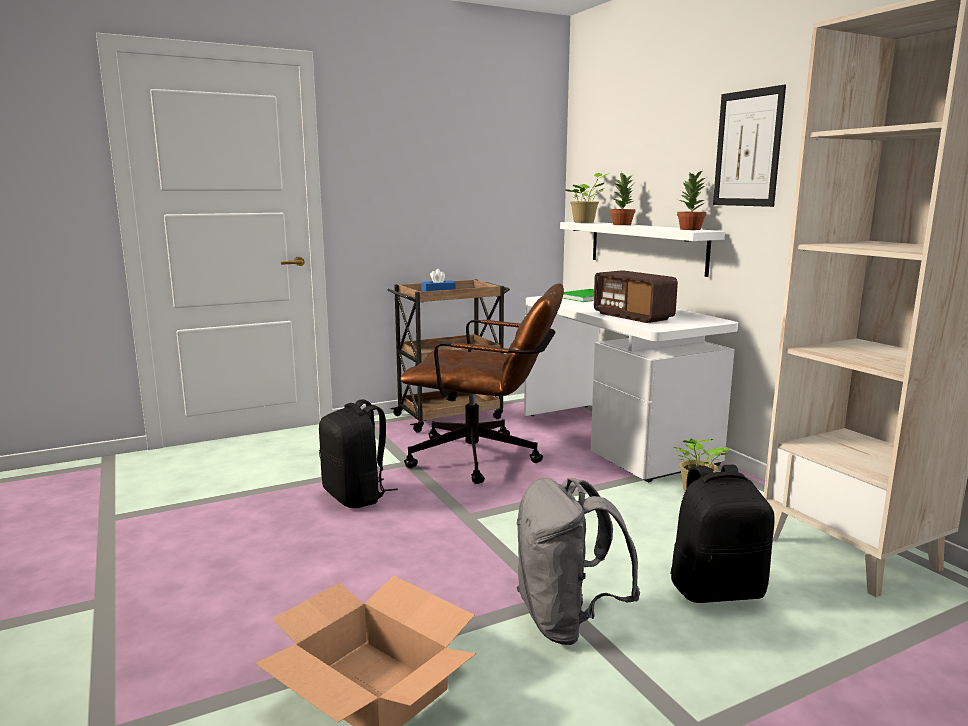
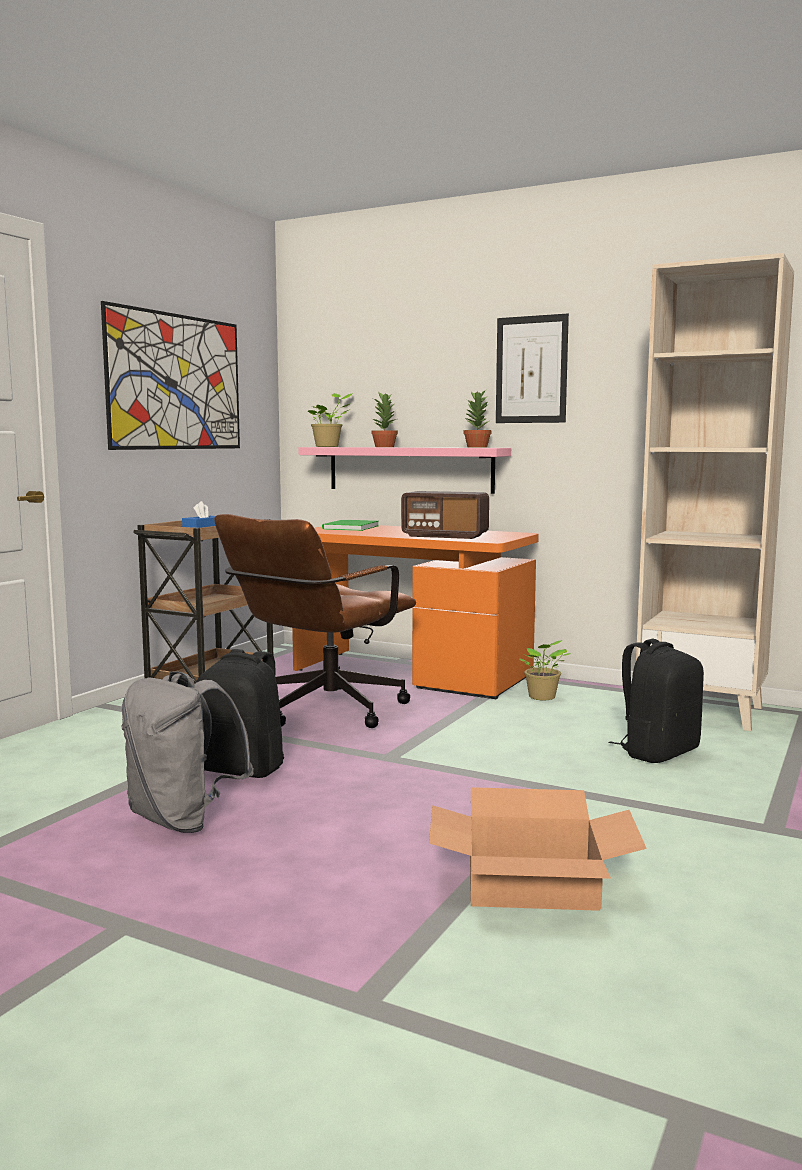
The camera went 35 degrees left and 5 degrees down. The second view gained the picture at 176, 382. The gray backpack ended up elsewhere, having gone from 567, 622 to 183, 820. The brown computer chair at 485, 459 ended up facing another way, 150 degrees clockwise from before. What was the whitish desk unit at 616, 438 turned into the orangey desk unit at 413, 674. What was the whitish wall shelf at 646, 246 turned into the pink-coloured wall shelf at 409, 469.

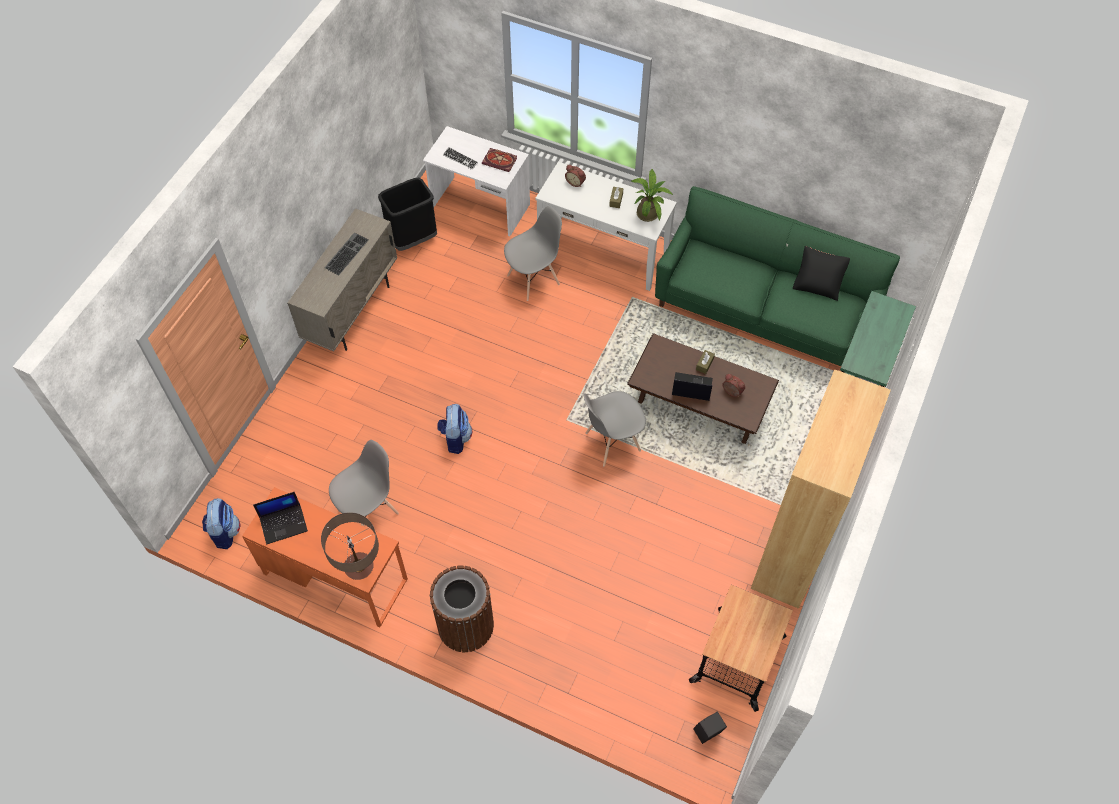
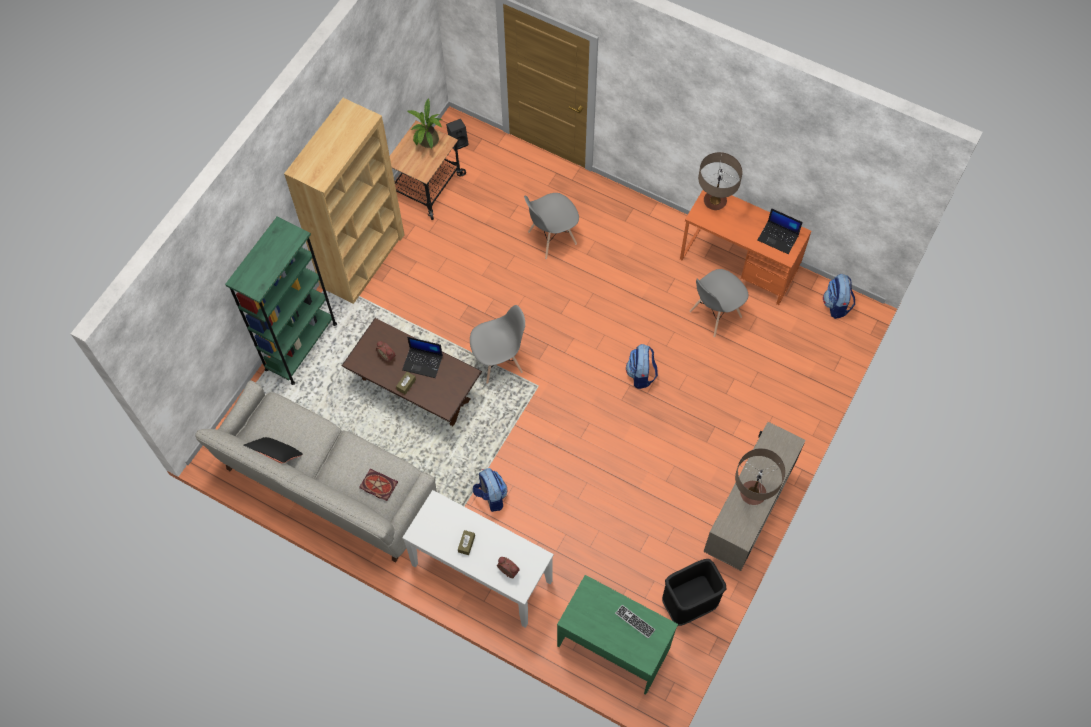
The camera went 175 degrees left and 5 degrees up. What was the green-coloured sofa at 764, 312 turned into the gray sofa at 328, 486. The volume ended up elsewhere, having gone from 500, 161 to 377, 485. The potted plant ended up elsewhere, having gone from 648, 212 to 427, 142. The second view gained the backpack at 491, 496. The gray upright chair ended up elsewhere, having gone from 534, 279 to 552, 238. What was the whitish desk unit at 480, 207 turned into the green-coloured desk unit at 613, 646. Where the PC keyboard stood at 346, 253, the table lamp came to stand at 752, 494. The notebook computer at 284, 523 ended up facing another way, 135 degrees counterclockwise from before. The second view lost the brown waste bin at 465, 625.

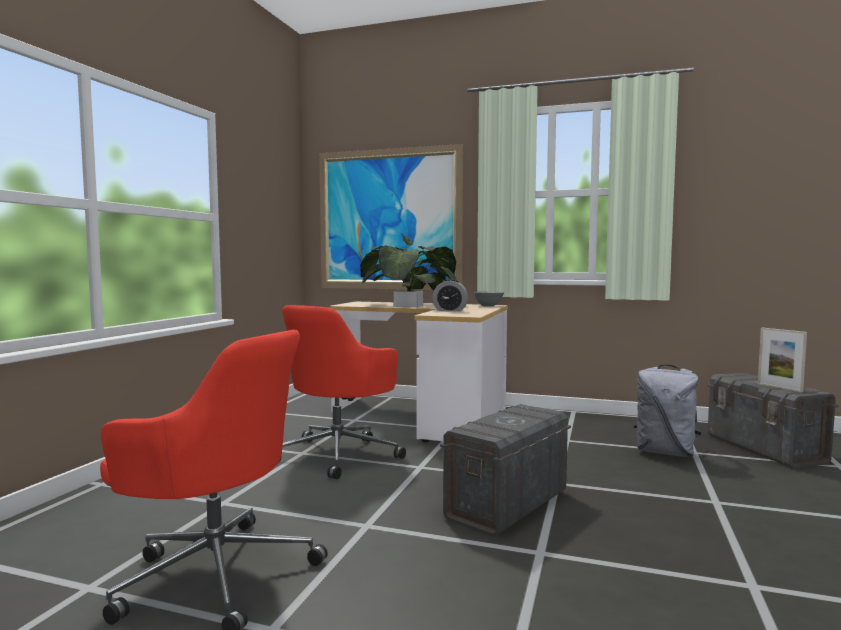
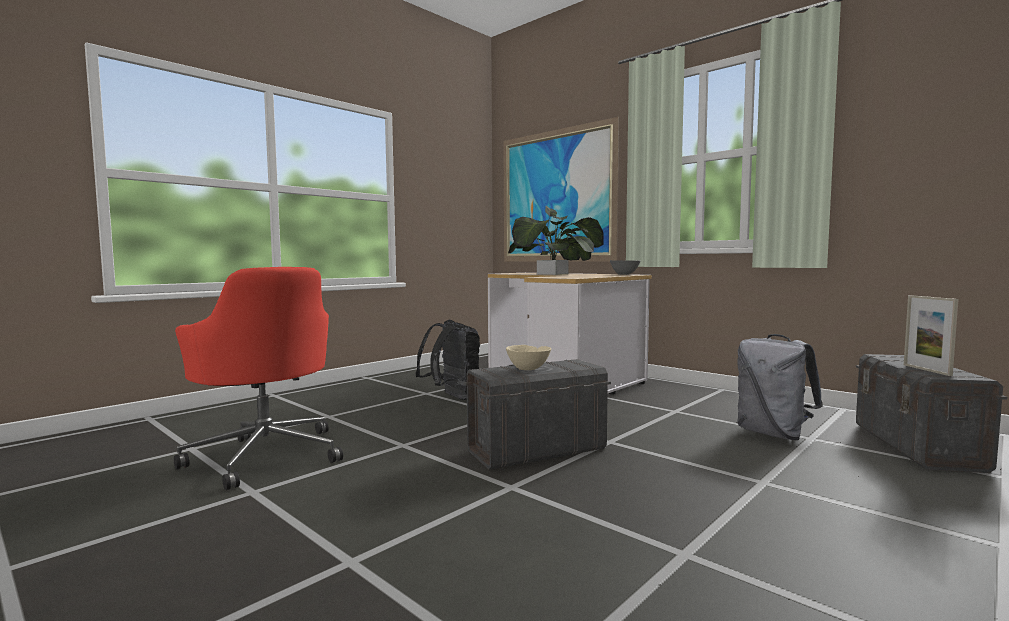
The camera went 25 degrees right and 0 degrees up. Where the reddish computer chair stood at 339, 454, the blackish backpack came to stand at 452, 397. The second view gained the beige-coloured bowl at 528, 369. The second view lost the table clock at 450, 310.

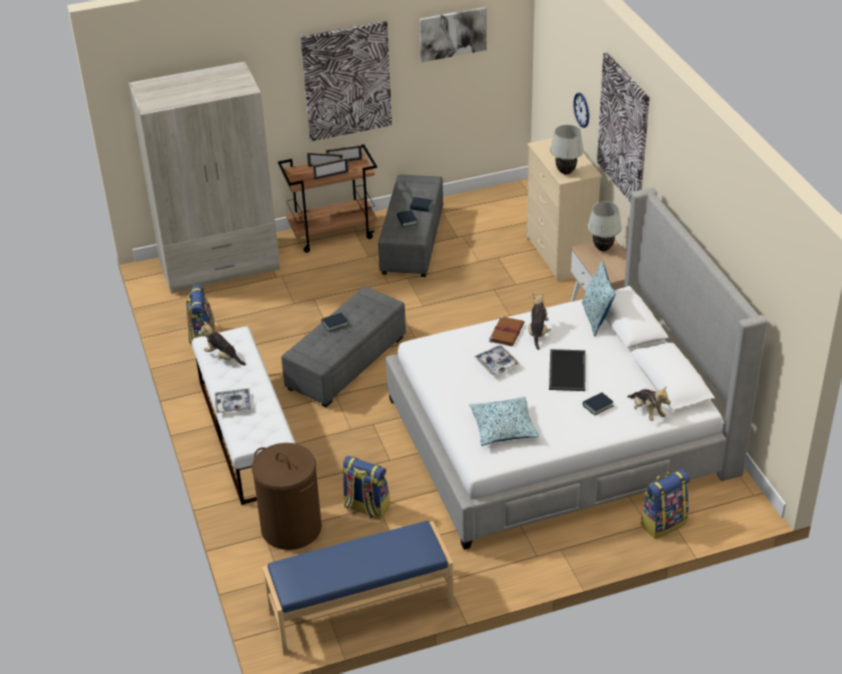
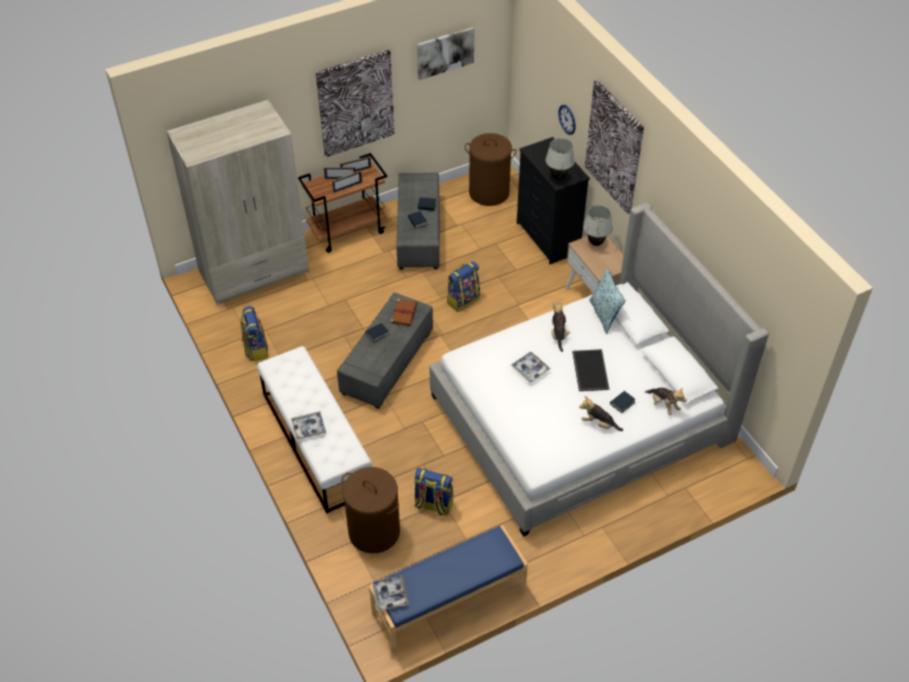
The camera went 10 degrees left and 10 degrees up. The second view gained the carrying tray at 390, 595. The brown volume ended up elsewhere, having gone from 506, 332 to 404, 313. The backpack ended up elsewhere, having gone from 663, 523 to 463, 300. The second view gained the brown laundry basket at 489, 192. What was the beige-coloured chest of drawers at 559, 256 turned into the blackish chest of drawers at 547, 238. The plush toy ended up elsewhere, having gone from 223, 357 to 599, 424. The second view lost the throw pillow at 503, 428.

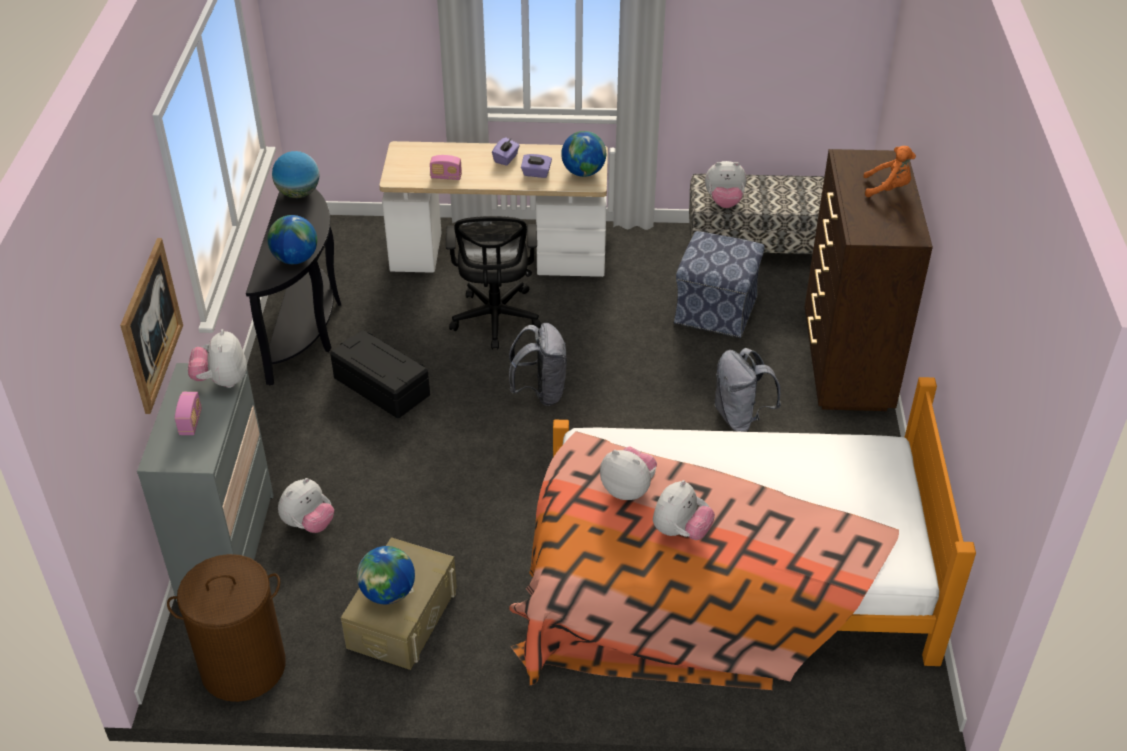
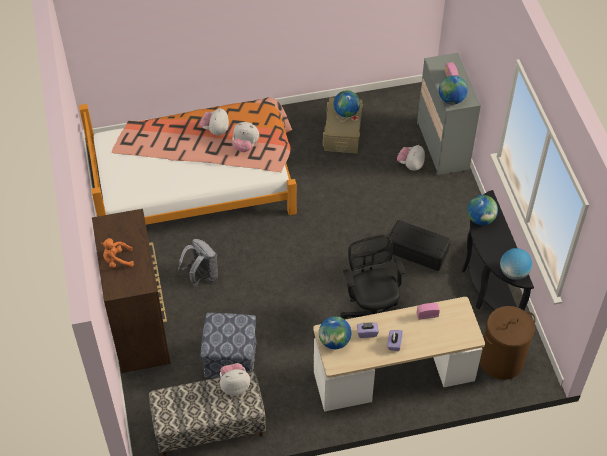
The camera went 165 degrees right and 10 degrees up. Where the plush toy stood at 222, 381, the world globe came to stand at 451, 100. The brown laundry basket ended up elsewhere, having gone from 243, 666 to 501, 361. The second view lost the picture at 151, 325. The second view lost the gray backpack at 540, 392.

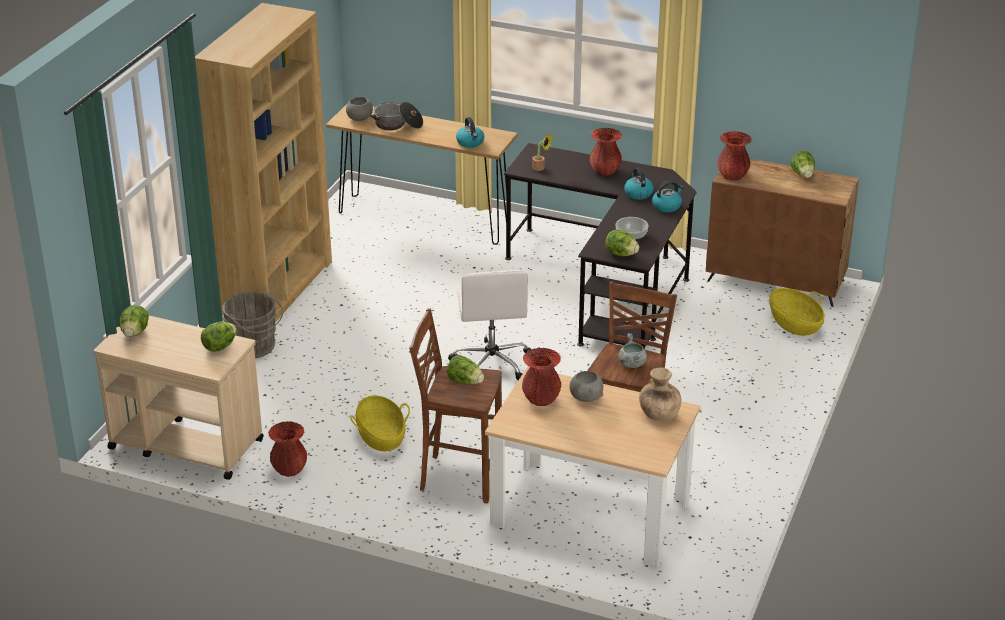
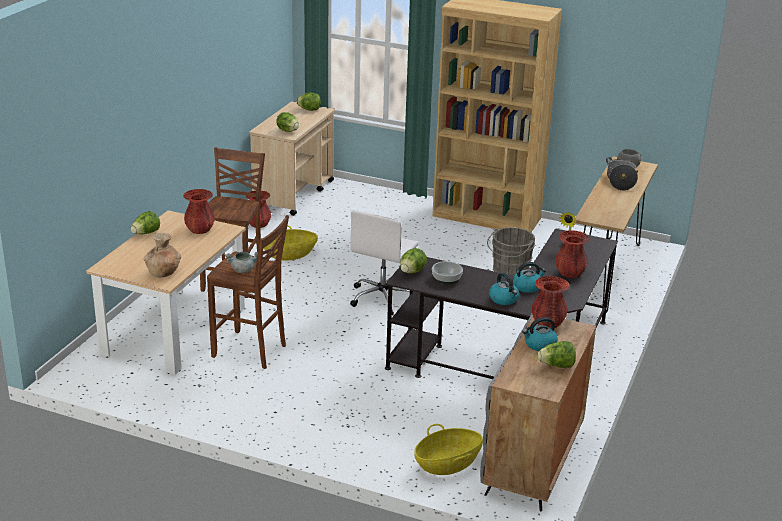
The camera went 90 degrees right and 5 degrees down. The head of lettuce ended up elsewhere, having gone from 465, 382 to 146, 233. The whitish computer chair at 492, 362 ended up facing another way, 60 degrees counterclockwise from before. What was the brown storage cabinet at 776, 280 turned into the gray storage cabinet at 533, 461. The gray pail ended up elsewhere, having gone from 255, 347 to 509, 272. The tea kettle ended up elsewhere, having gone from 470, 142 to 539, 344. The second view lost the gray bowl at 586, 397.

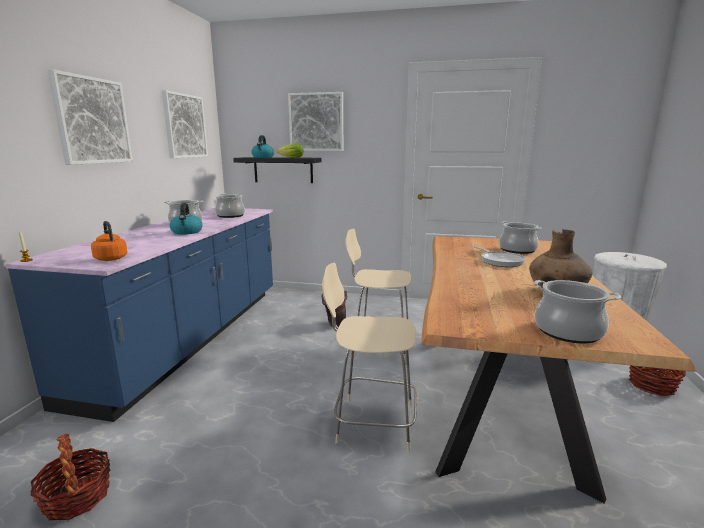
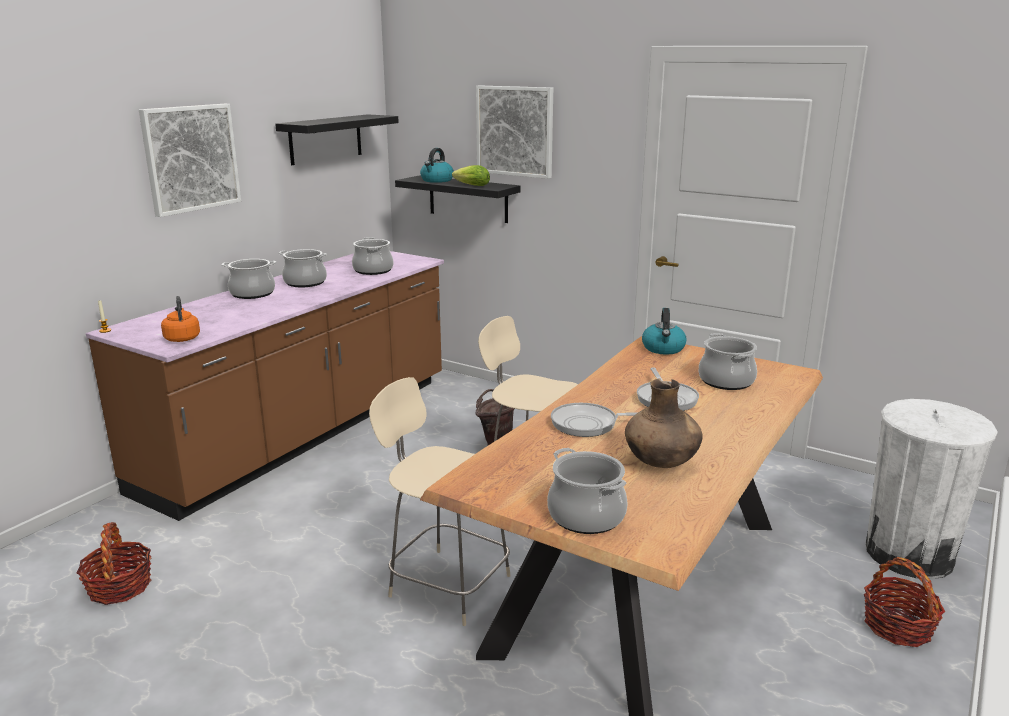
The camera went 20 degrees right and 5 degrees up. What was the blue-coloured counter at 192, 337 turned into the brown counter at 305, 433. The second view gained the cooking pot at 252, 293. Where the picture hung at 184, 126, the blackish wall shelf came to hang at 325, 139. The second view gained the skillet at 588, 424. The tea kettle ended up elsewhere, having gone from 187, 232 to 663, 349.

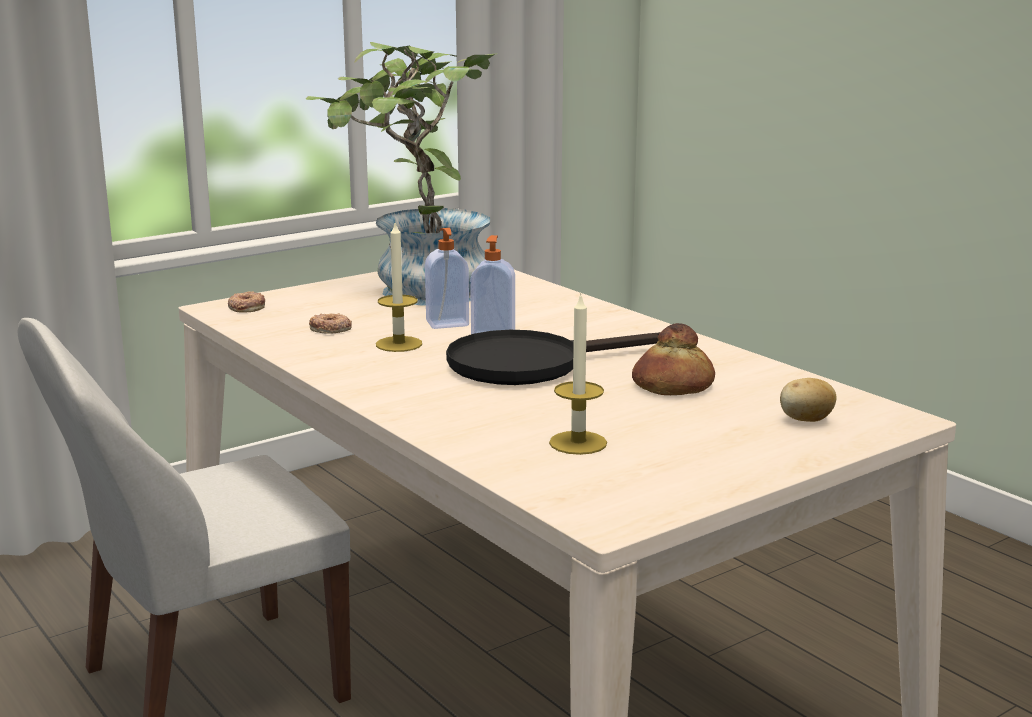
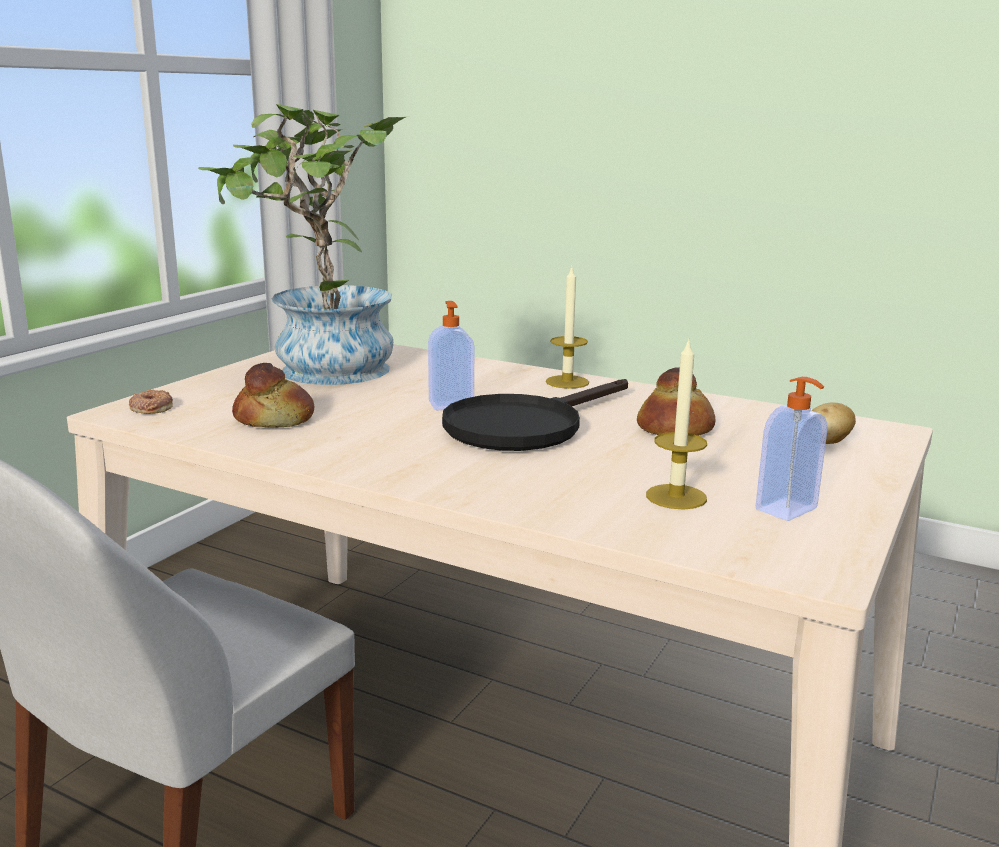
The camera went 25 degrees left and 0 degrees up. Where the ring doughnut stood at 330, 329, the bakery bread came to stand at 275, 419. The wax candle ended up elsewhere, having gone from 399, 344 to 567, 382. The soap dispenser ended up elsewhere, having gone from 448, 324 to 788, 510.

